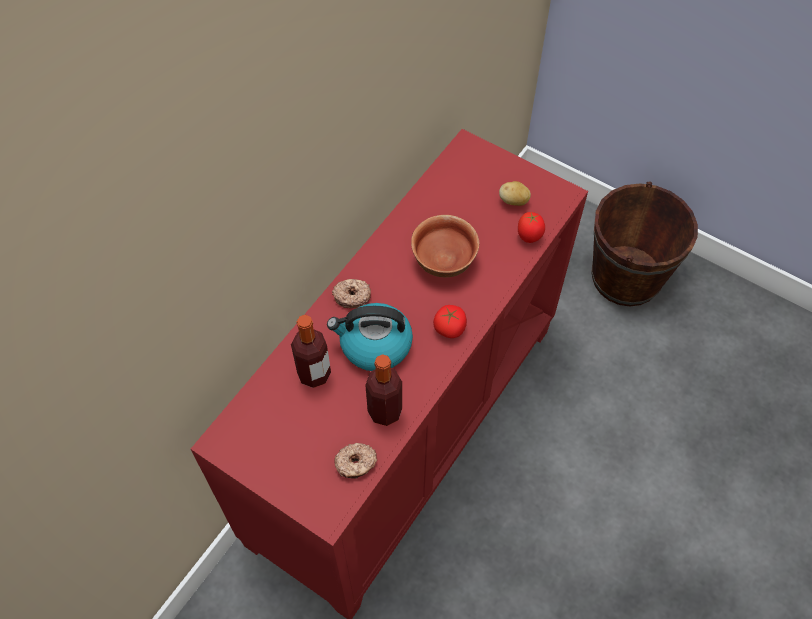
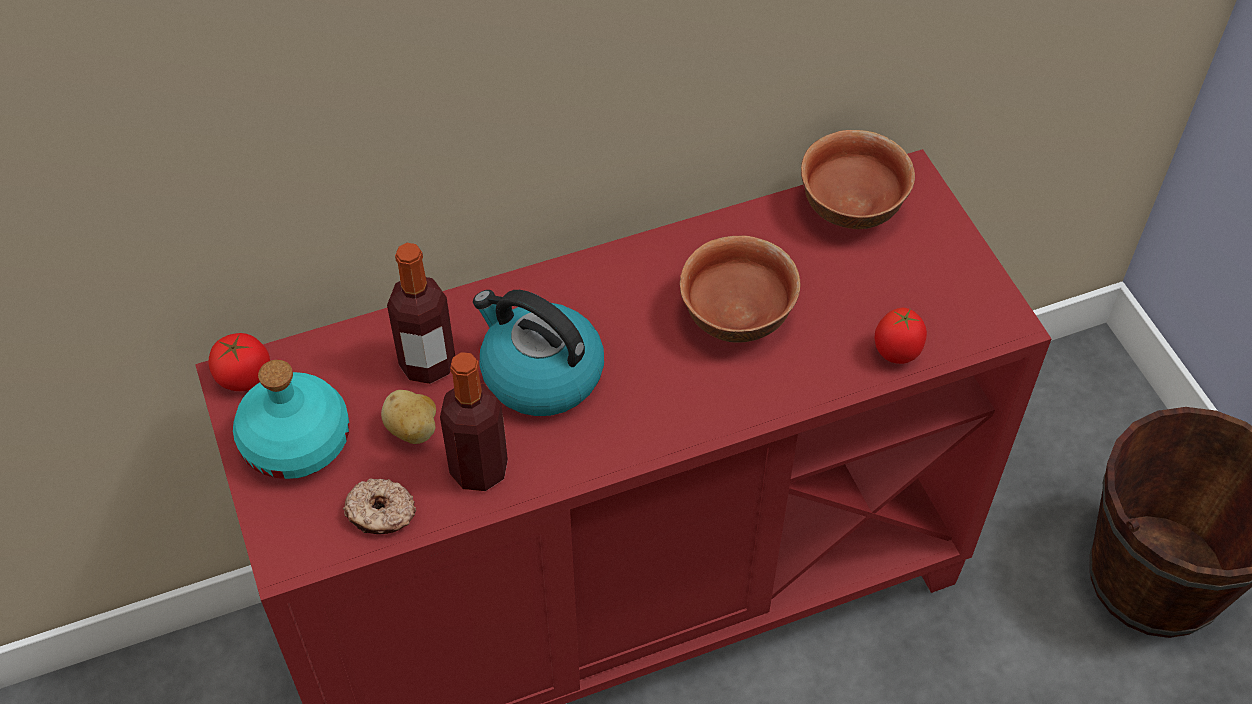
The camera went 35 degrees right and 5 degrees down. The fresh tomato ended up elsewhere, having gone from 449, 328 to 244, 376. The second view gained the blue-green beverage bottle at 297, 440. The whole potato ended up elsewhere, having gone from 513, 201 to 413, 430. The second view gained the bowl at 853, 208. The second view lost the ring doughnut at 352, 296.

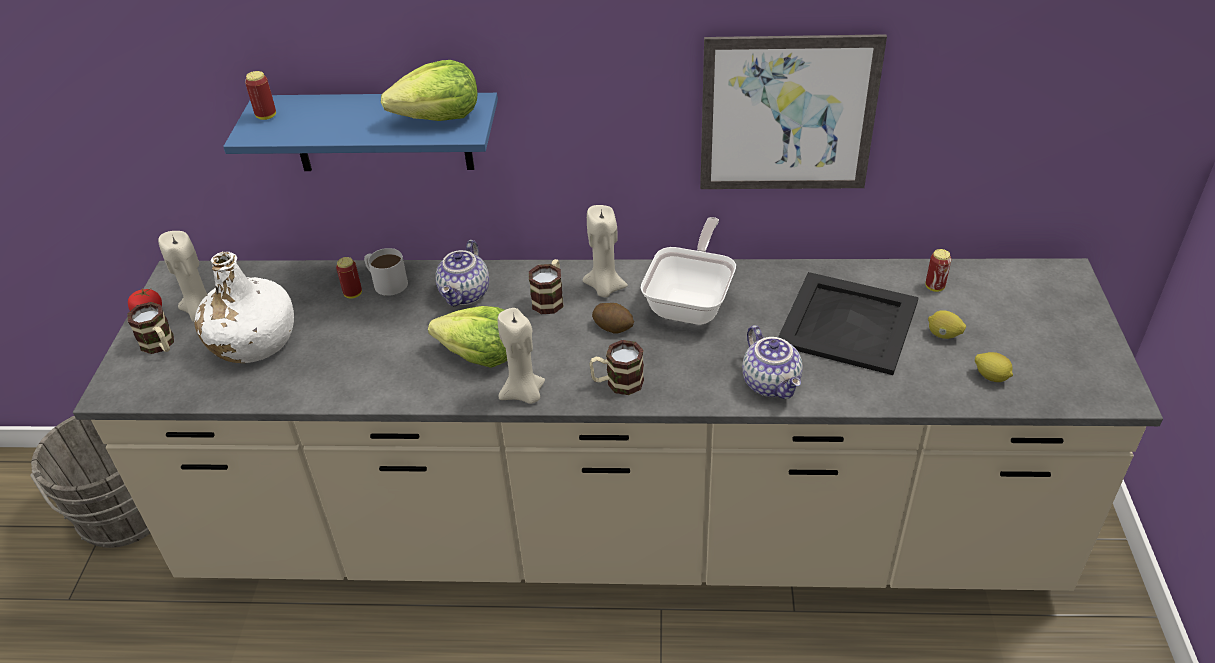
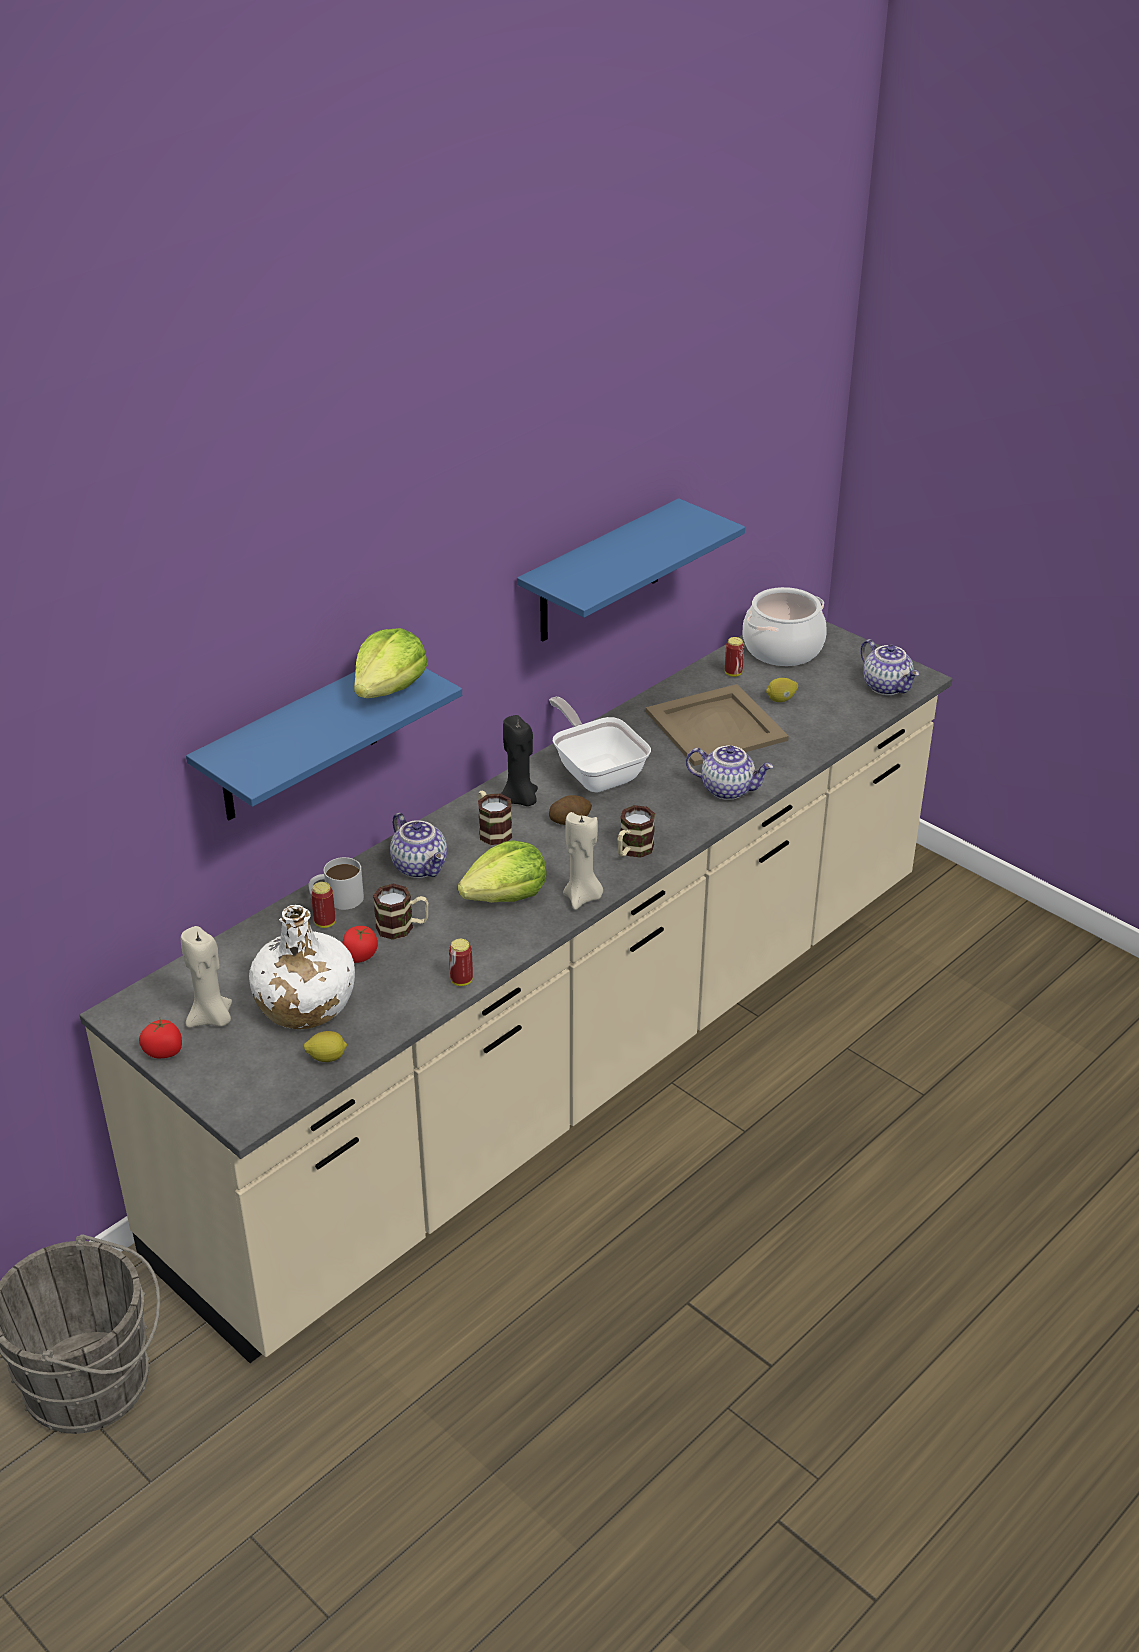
The camera went 50 degrees left and 5 degrees down. The citrus fruit ended up elsewhere, having gone from 991, 377 to 327, 1057. The second view gained the fresh tomato at 360, 956. The mug ended up elsewhere, having gone from 160, 346 to 402, 927. The sealed can ended up elsewhere, having gone from 266, 116 to 461, 980. What was the beige-coloured wax candle at 604, 288 turned into the blackish wax candle at 520, 800. Where the picture hung at 787, 115, the blue-coloured wall shelf came to hang at 600, 573. What was the blackish carrying tray at 846, 323 turned into the beige-coloured carrying tray at 715, 726. The second view gained the cooking pot at 782, 649. The second view gained the tea pot at 887, 687.

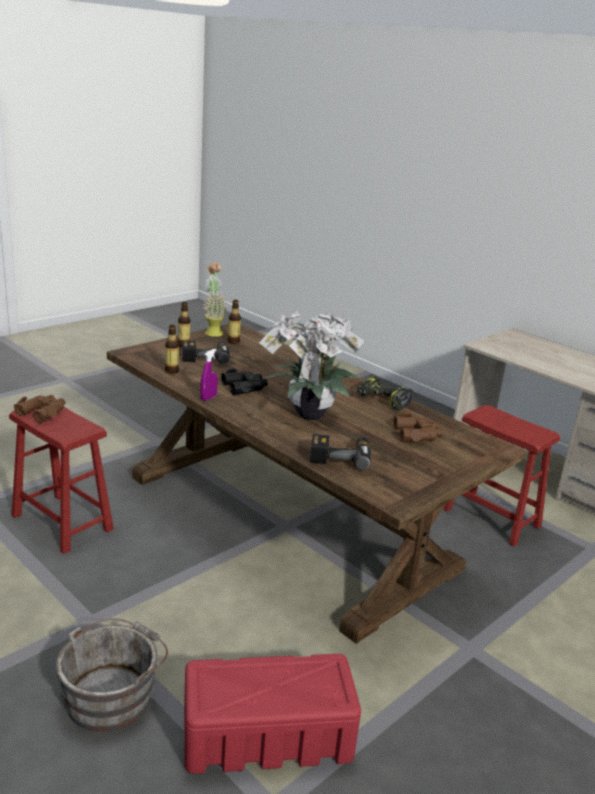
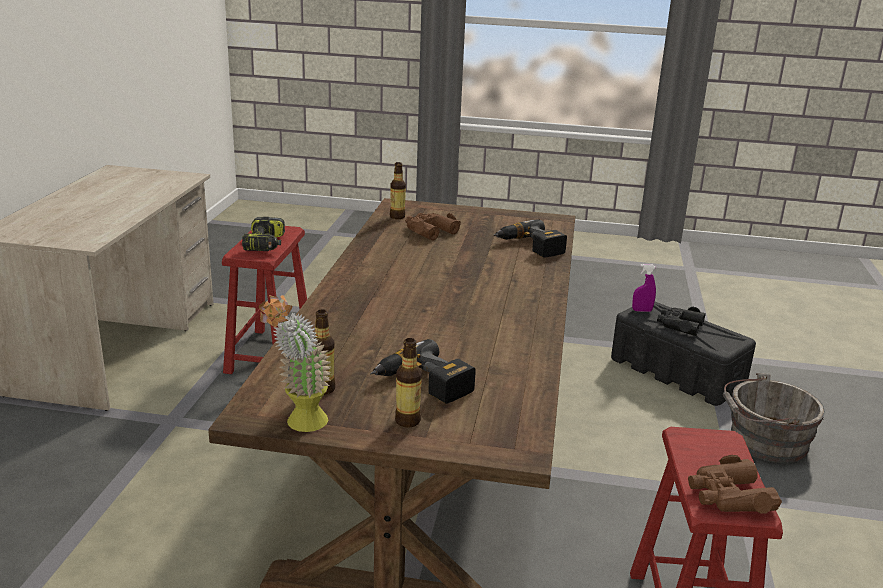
The camera went 125 degrees left and 0 degrees up. The power drill ended up elsewhere, having gone from 381, 401 to 266, 244. The beverage bottle ended up elsewhere, having gone from 171, 371 to 397, 217. What was the reddish storage bin at 266, 736 turned into the blackish storage bin at 677, 373. The purplish hand sprayer ended up elsewhere, having gone from 208, 398 to 642, 310. The blackish field glasses ended up elsewhere, having gone from 245, 387 to 679, 325. The second view lost the potted plant at 307, 414.

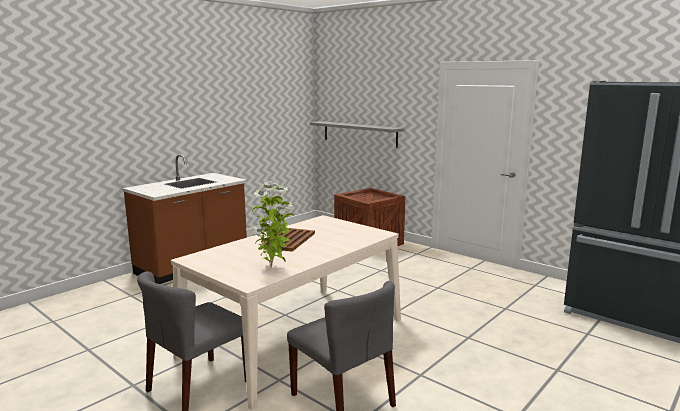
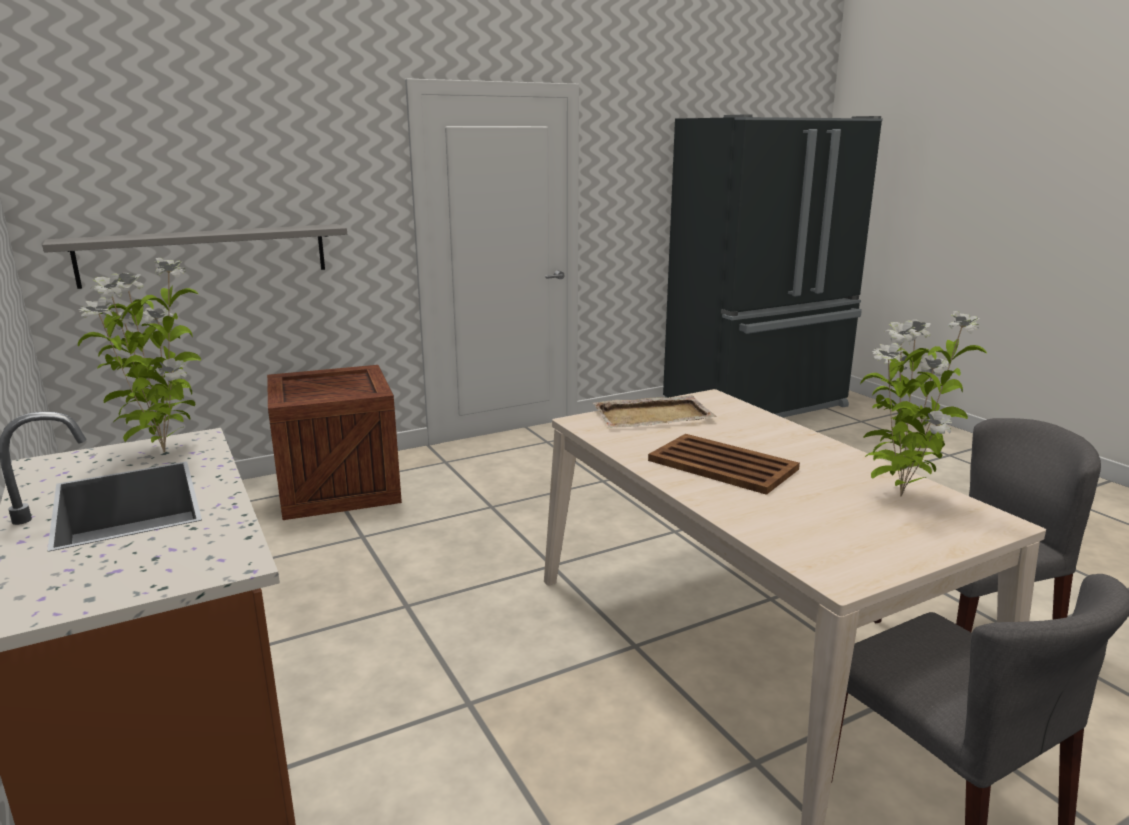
The camera went 70 degrees left and 5 degrees up. The second view gained the potted plant at 163, 451. The second view gained the beige-coloured carrying tray at 654, 416.

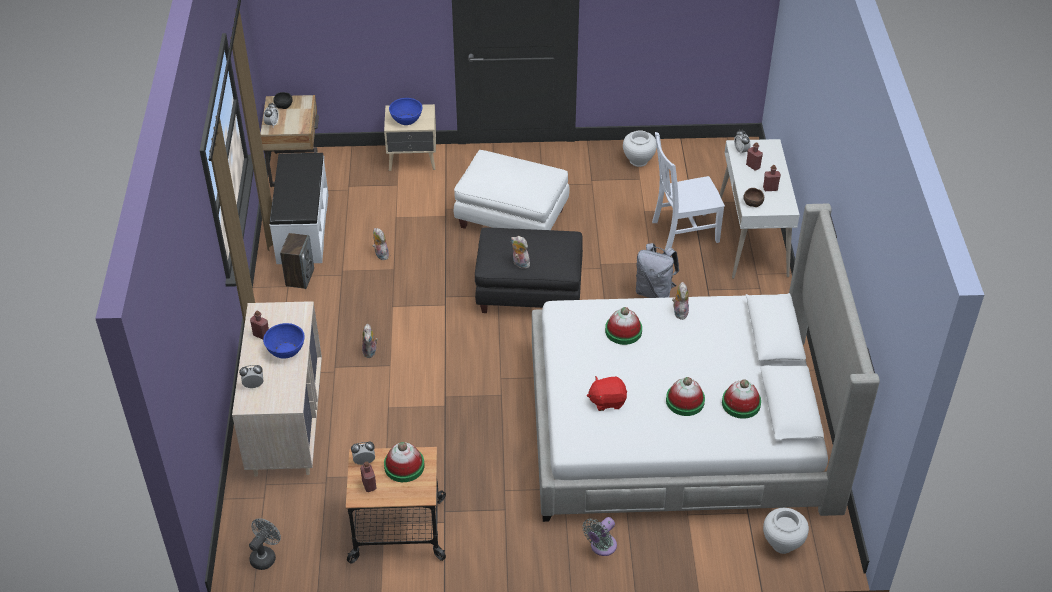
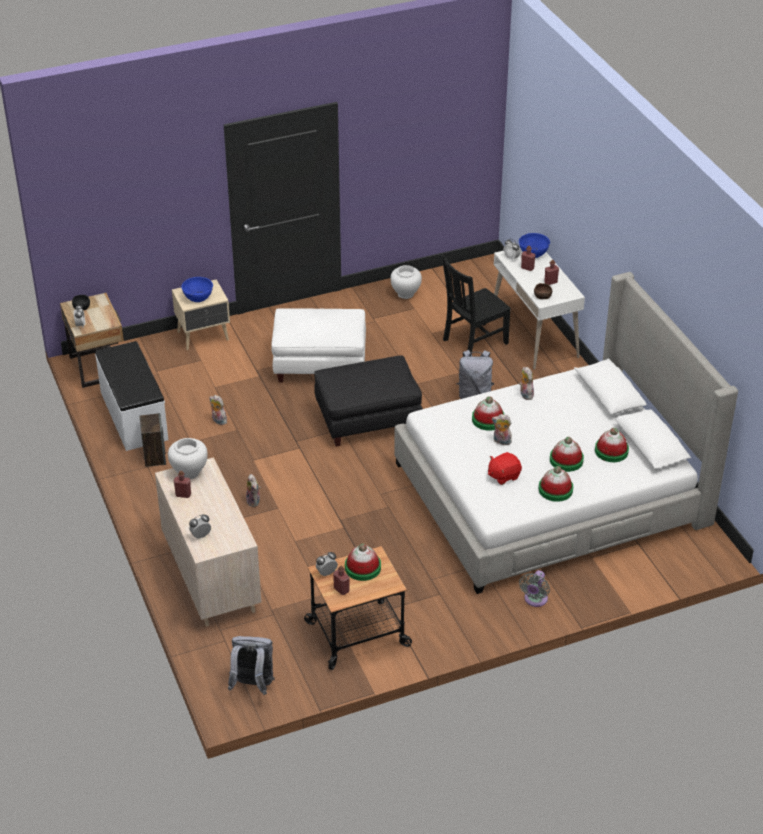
The camera went 20 degrees left and 5 degrees down. The whitish flower vase ended up elsewhere, having gone from 782, 544 to 189, 472. Where the gray fan stood at 265, 556, the gray backpack came to stand at 252, 685. What was the whitish upright chair at 682, 232 turned into the blackish upright chair at 473, 342. The plush toy ended up elsewhere, having gone from 519, 264 to 501, 442. The blue-coloured bowl ended up elsewhere, having gone from 286, 350 to 533, 253. The second view gained the hat at 555, 489.

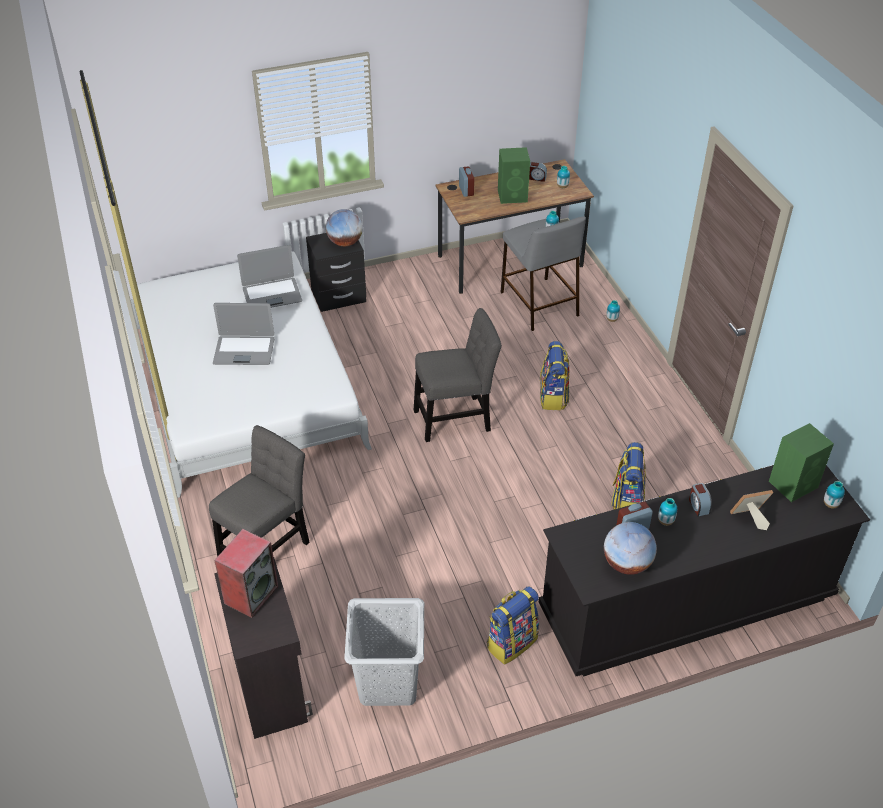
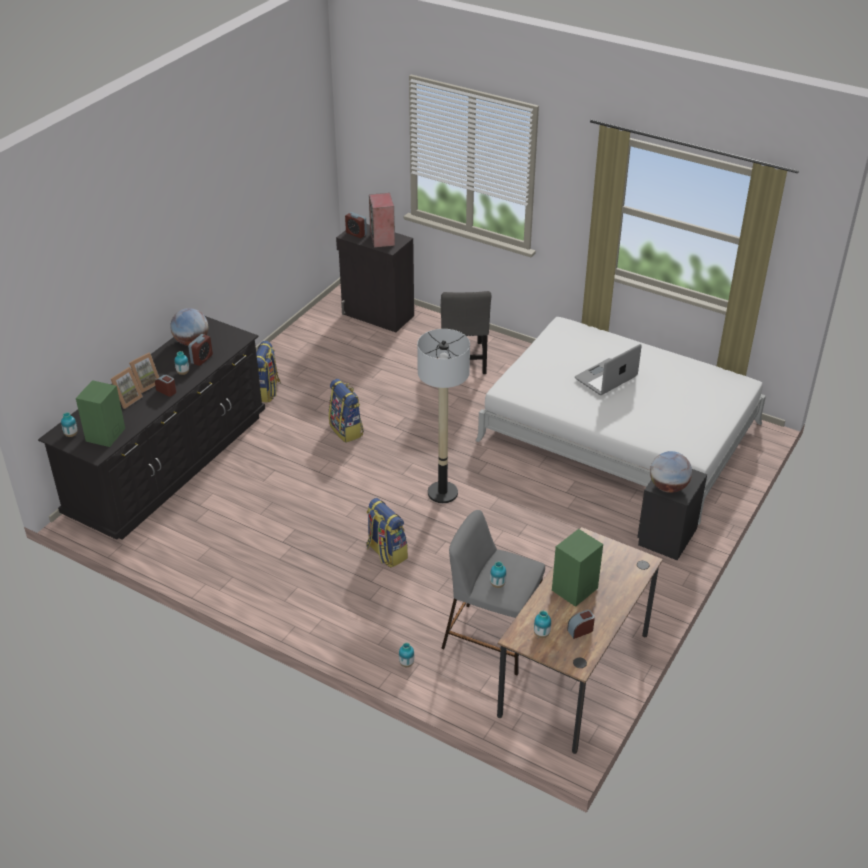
The camera went 140 degrees right and 5 degrees down. The second view gained the standing frame at 145, 384. The backpack ended up elsewhere, having gone from 627, 500 to 347, 430. The table clock ended up elsewhere, having gone from 466, 190 to 356, 233. Where the gray upright chair stood at 456, 419, the standard lamp came to stand at 442, 493. The second view lost the notebook computer at 272, 295. The second view lost the gray laundry basket at 387, 681.

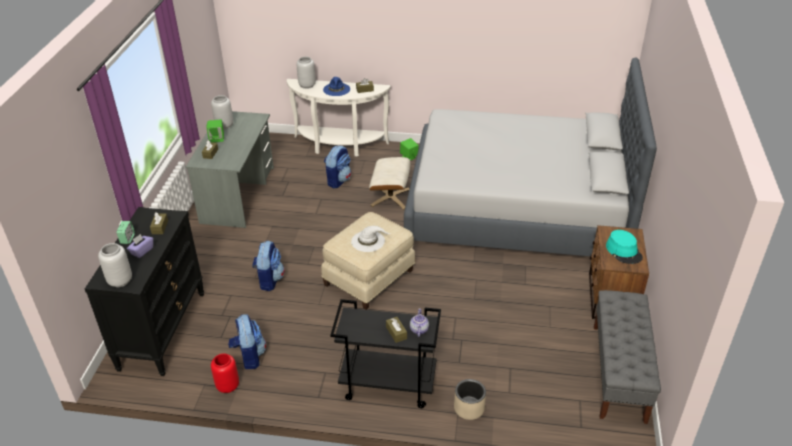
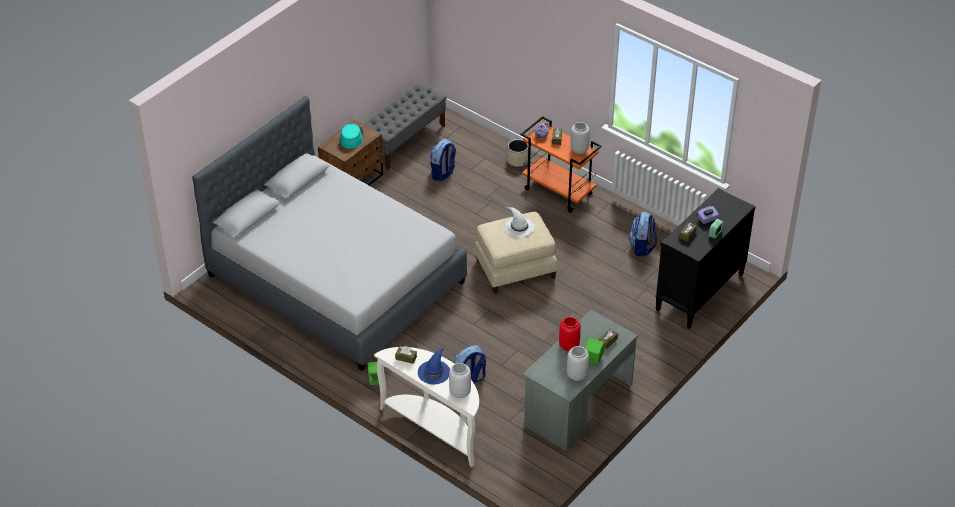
The camera went 150 degrees left and 5 degrees up. The backpack ended up elsewhere, having gone from 269, 280 to 443, 173. What was the blackish trolley at 387, 386 turned into the orangey trolley at 559, 192. The reddish flower vase ended up elsewhere, having gone from 227, 386 to 569, 346. The gray flower vase ended up elsewhere, having gone from 120, 281 to 578, 150. The second view lost the beige-coloured ottoman at 390, 197.

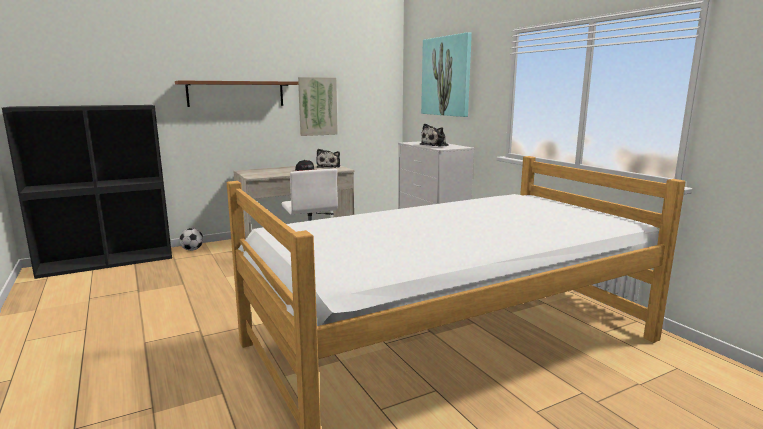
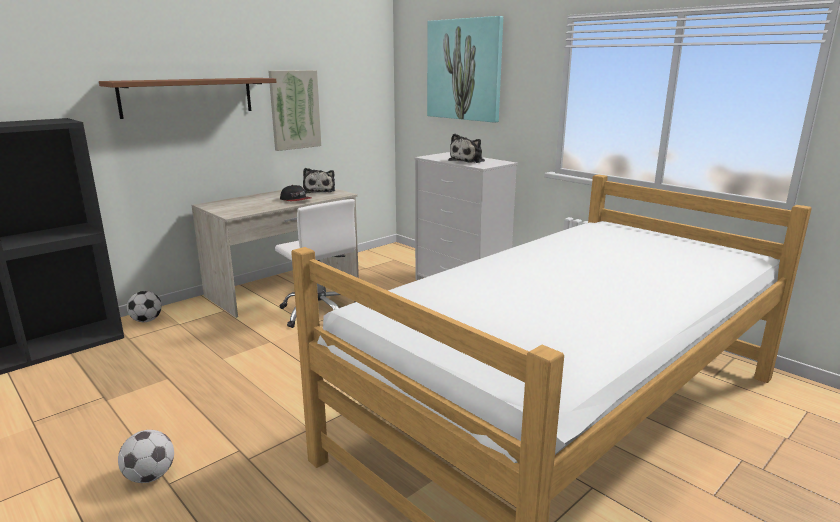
The camera went 15 degrees left and 5 degrees up. The second view gained the ball for football at 150, 476.

